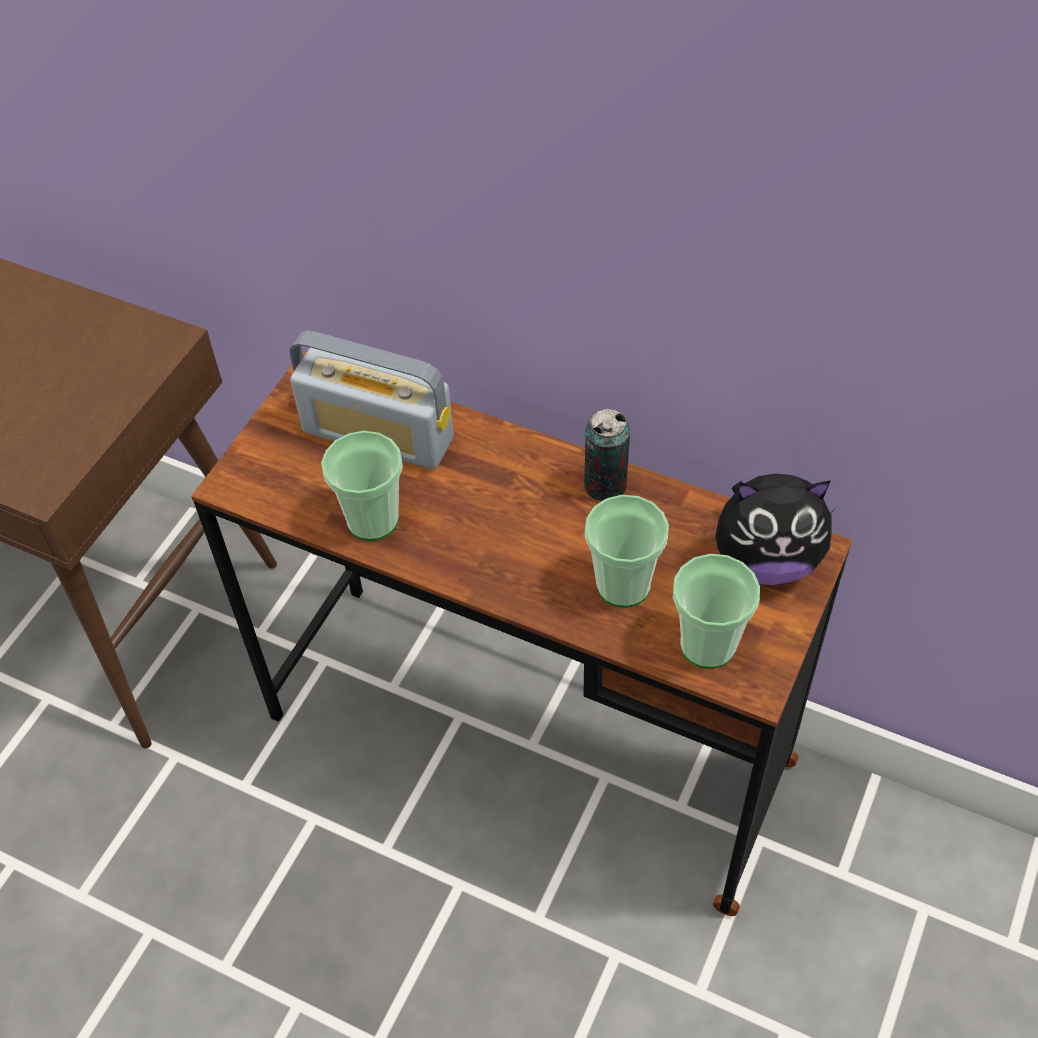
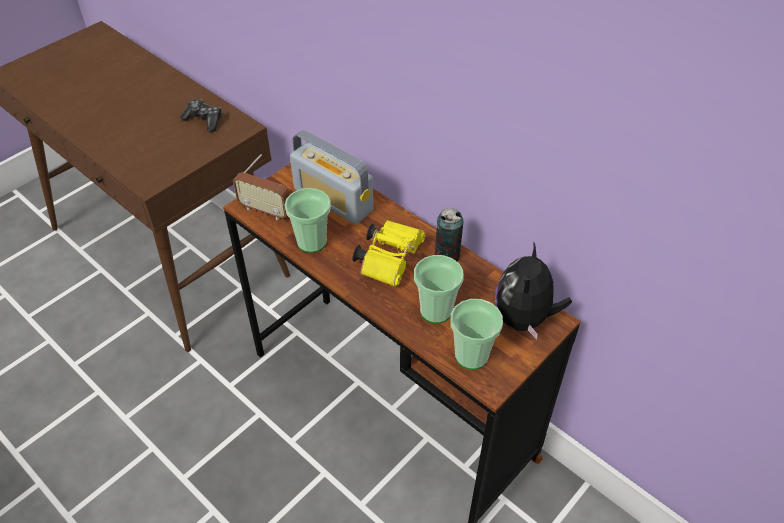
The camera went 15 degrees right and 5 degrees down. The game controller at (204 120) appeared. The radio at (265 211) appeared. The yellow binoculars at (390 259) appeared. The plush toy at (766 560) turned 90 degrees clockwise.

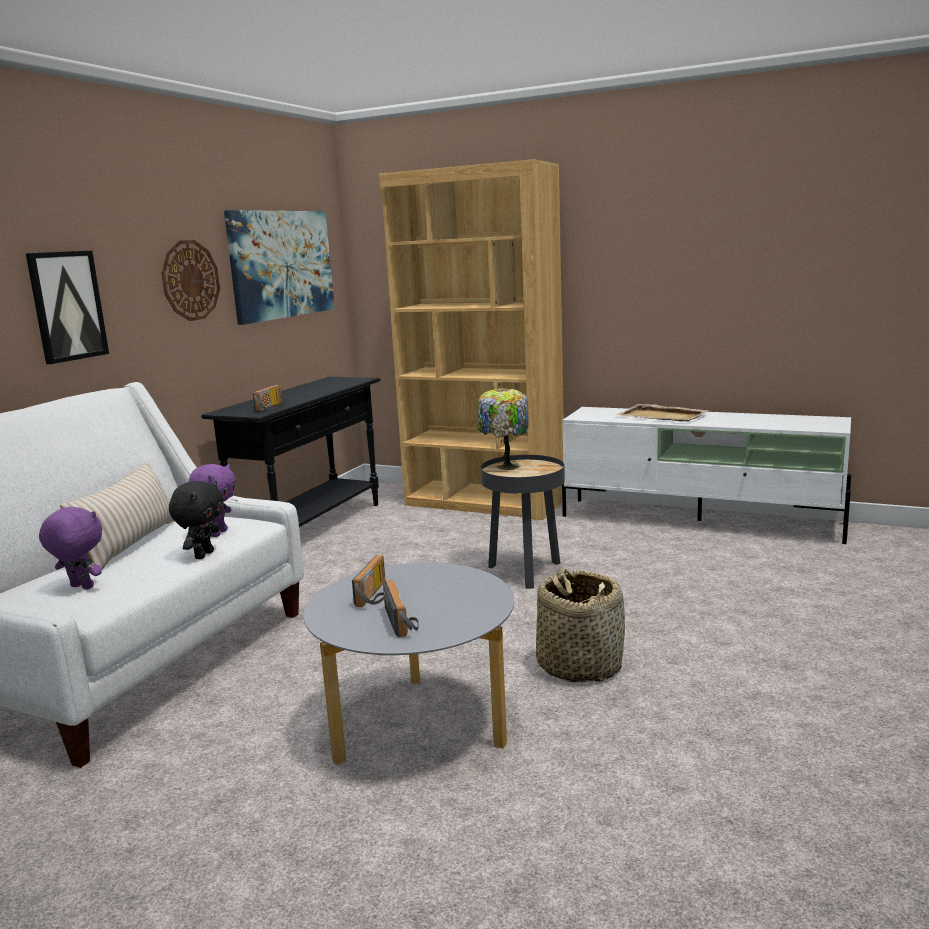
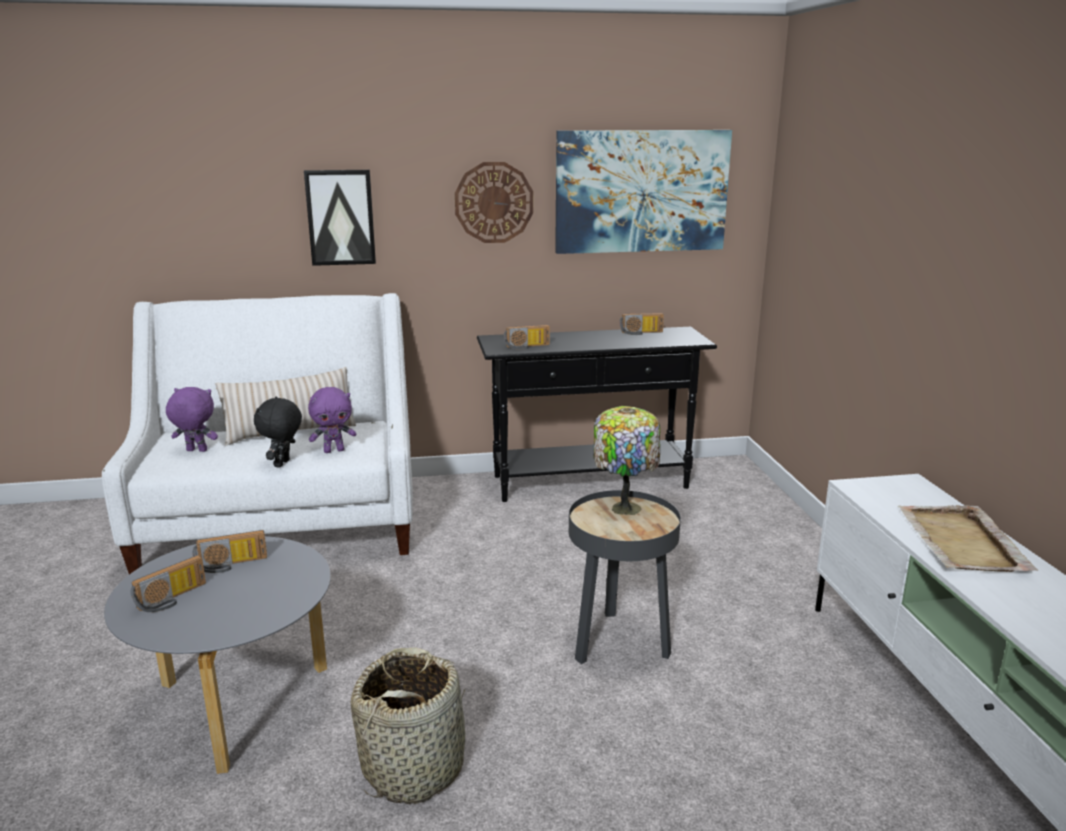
The camera went 55 degrees right and 5 degrees up. The brown bookcase at (484 502) disappeared. The radio at (641 333) appeared. The purple plush toy at (80 587) turned 75 degrees counterclockwise. The black plush toy at (203 555) turned 120 degrees clockwise.

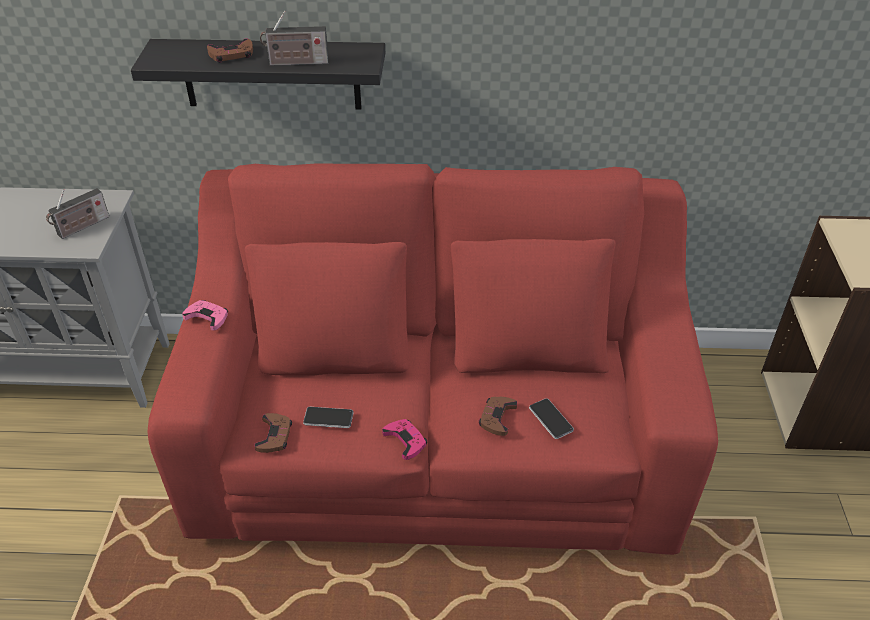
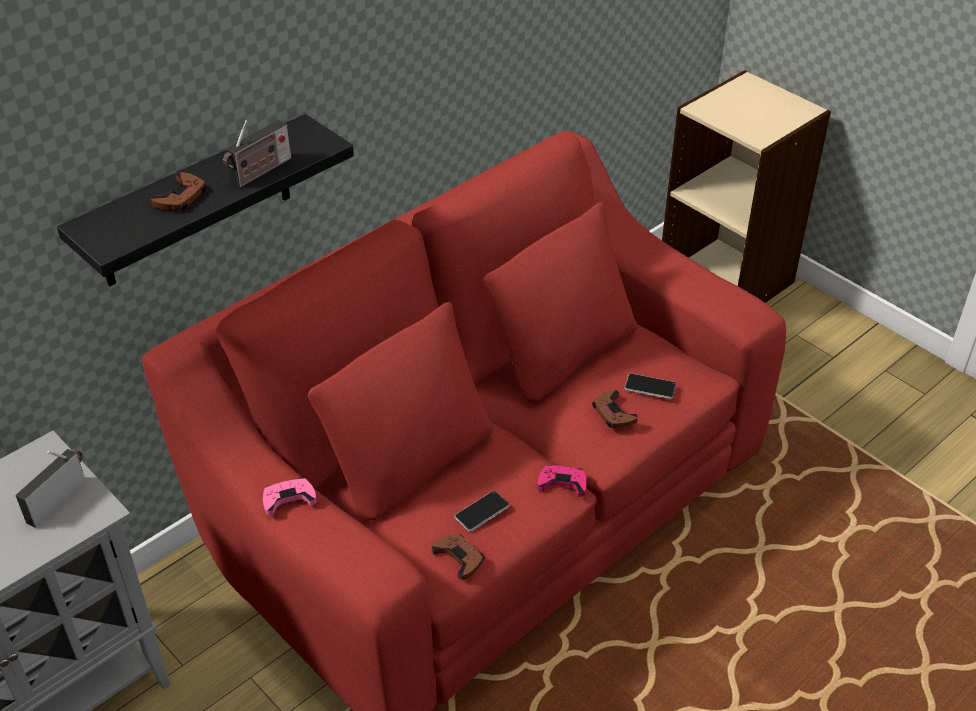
The camera went 45 degrees left and 0 degrees up. The radio at (81 227) turned 150 degrees counterclockwise.

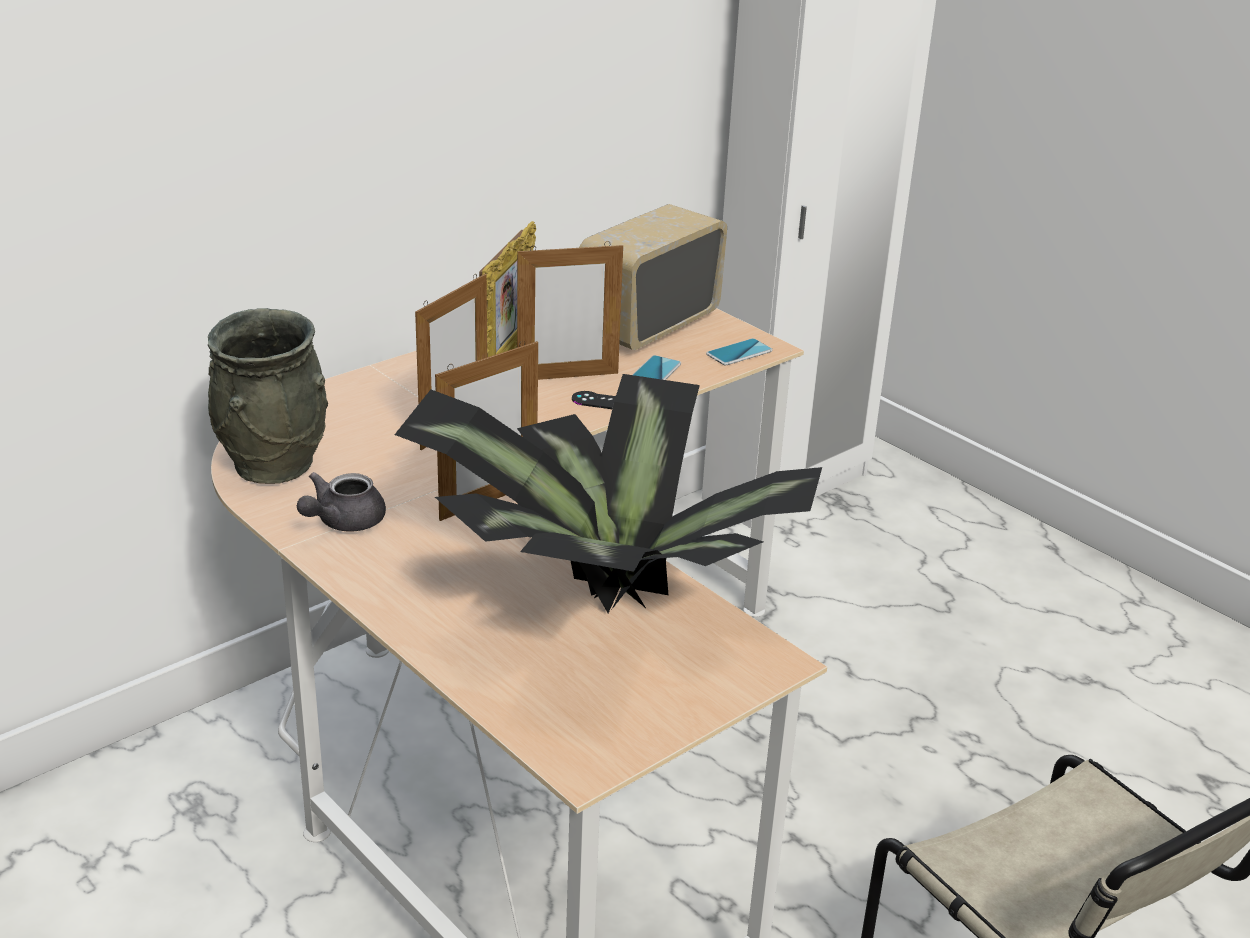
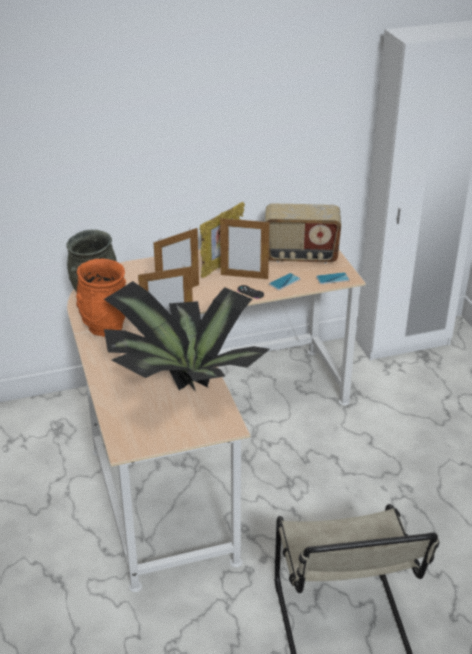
The camera went 25 degrees right and 5 degrees up. The grey teapot at (342 522) was replaced by the orange vase at (104 327). The radio at (648 325) turned 150 degrees counterclockwise.

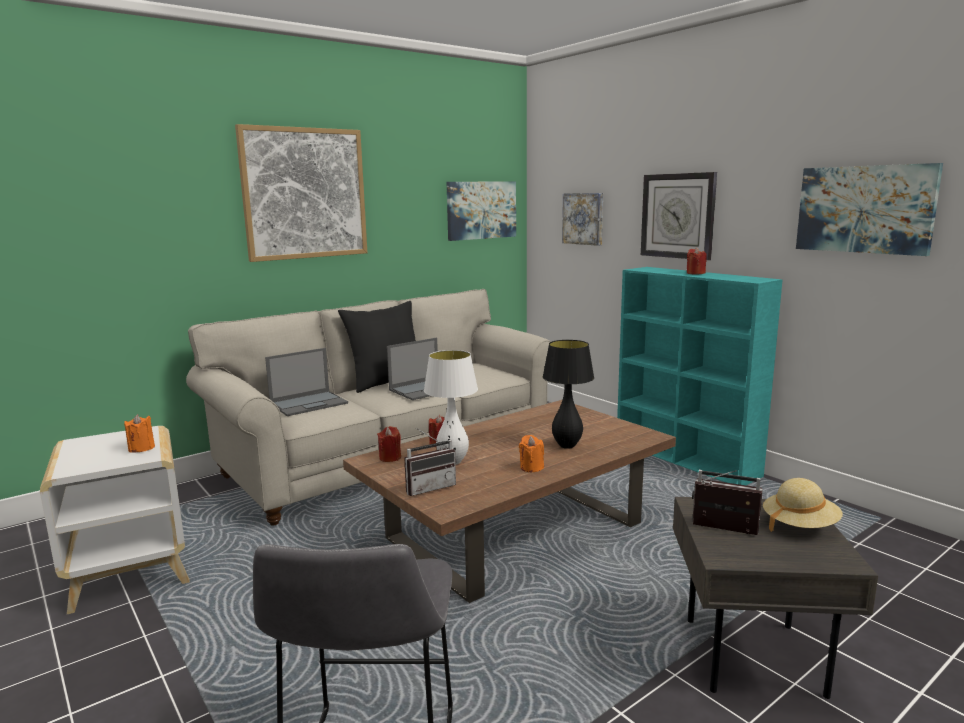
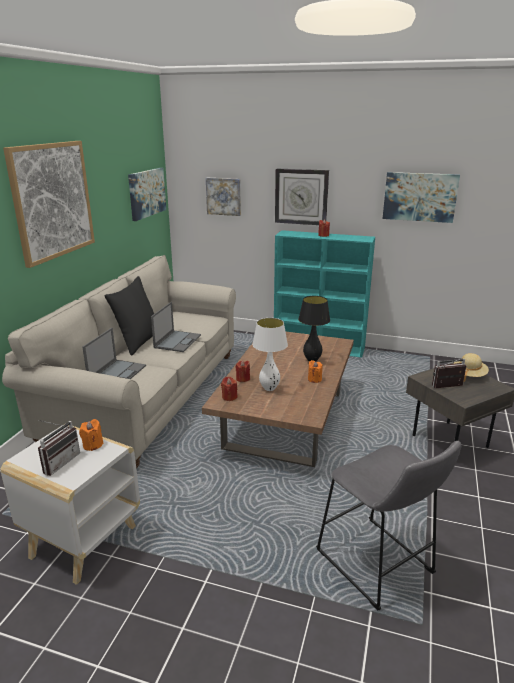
The camera went 35 degrees left and 10 degrees up. The radio moved from (429 487) to (59 462).

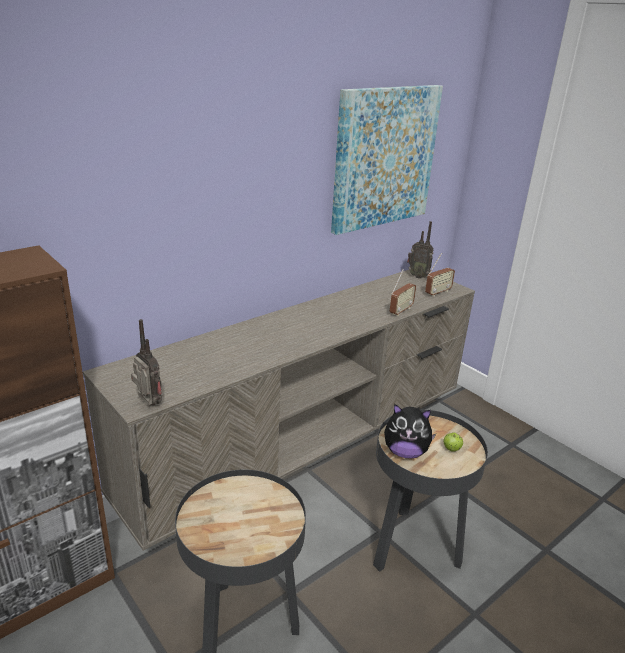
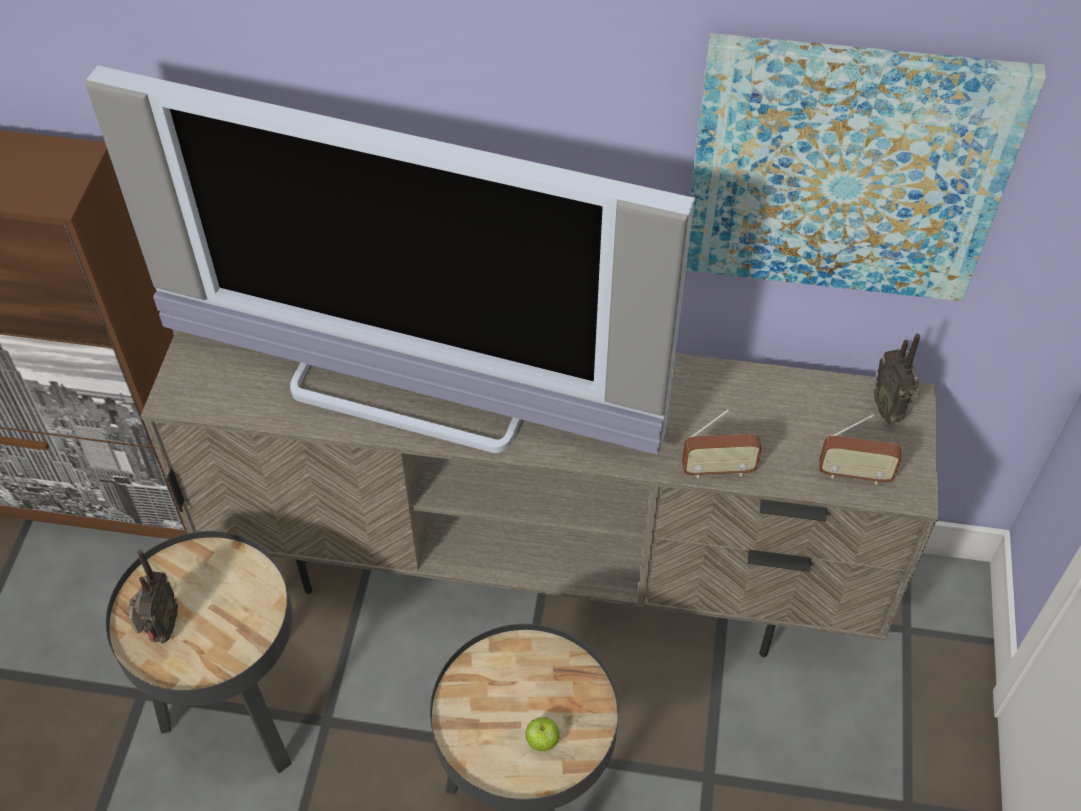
The camera went 50 degrees right and 25 degrees up. The plush toy at (405 452) disappeared. The television at (413 390) appeared. The radio moved from (148 405) to (161 630).

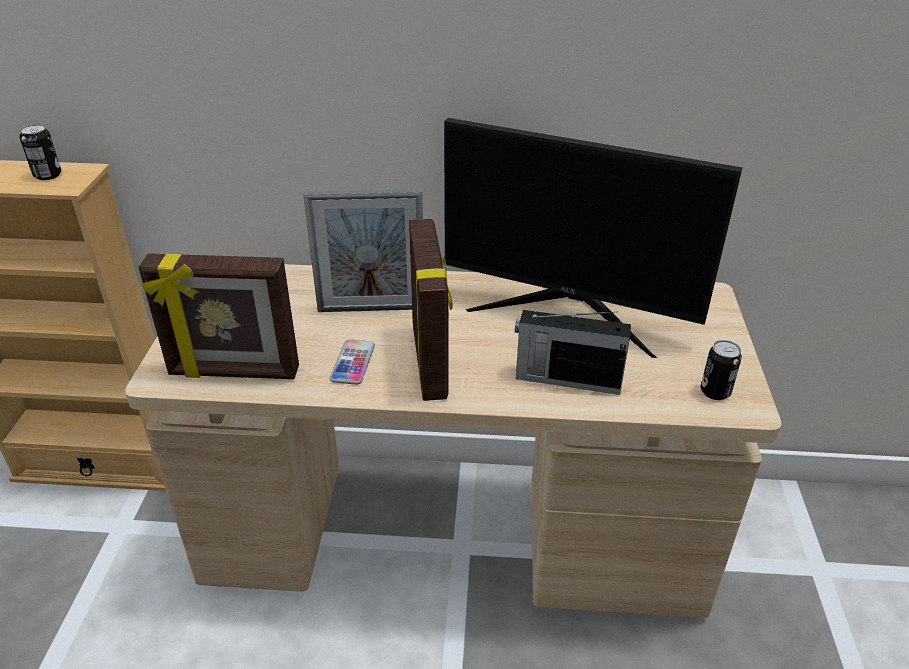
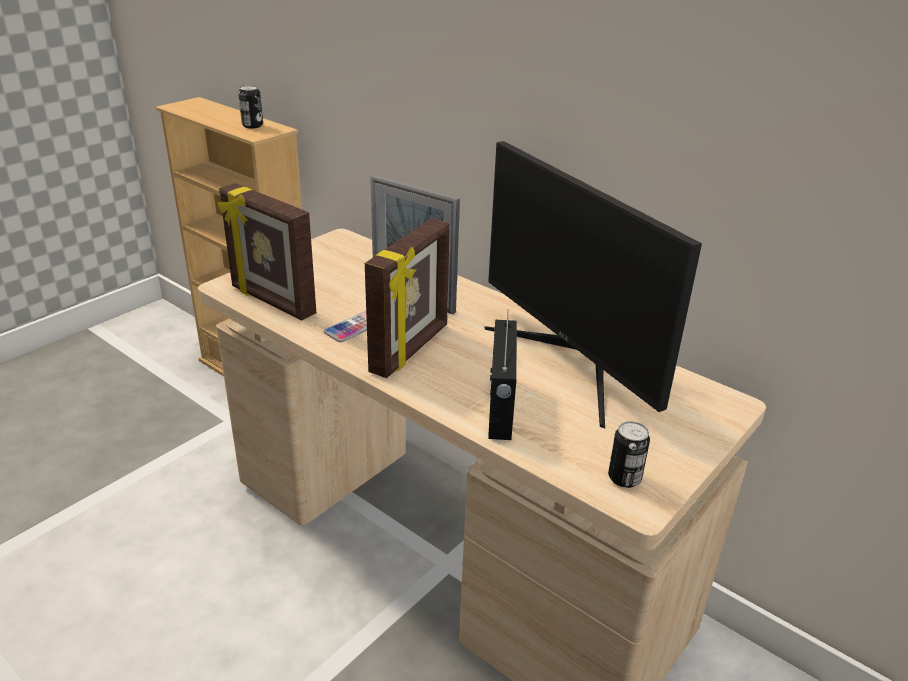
The camera went 35 degrees right and 5 degrees down. The radio at (566 379) turned 135 degrees counterclockwise.

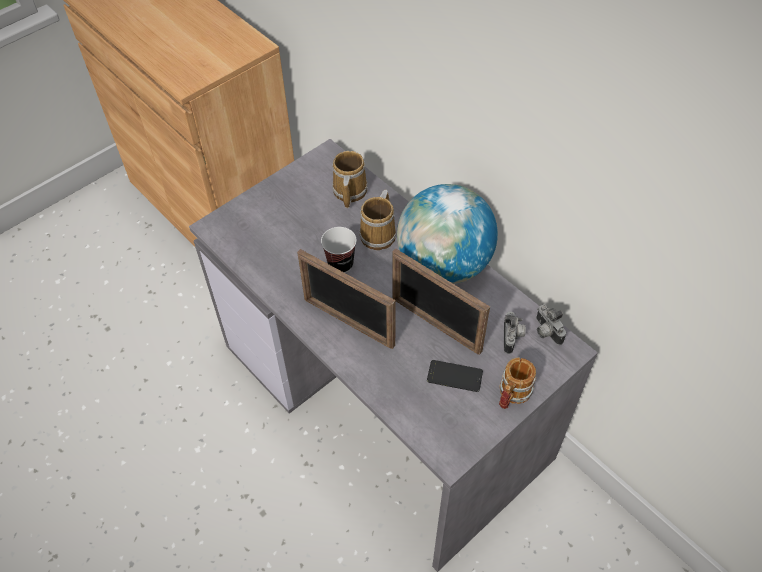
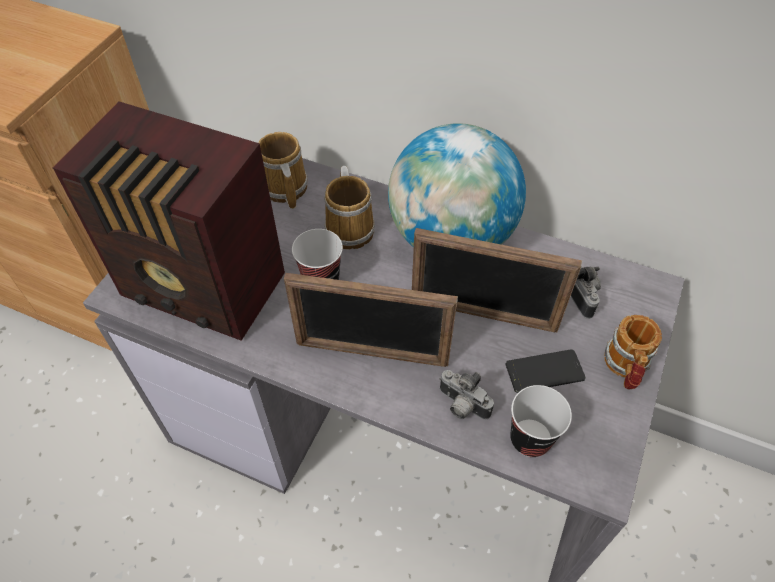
The camera went 25 degrees left and 0 degrees up. The radio at (205 289) appeared. The cup at (530 439) appeared. The photo camera moved from (545 332) to (461 406).

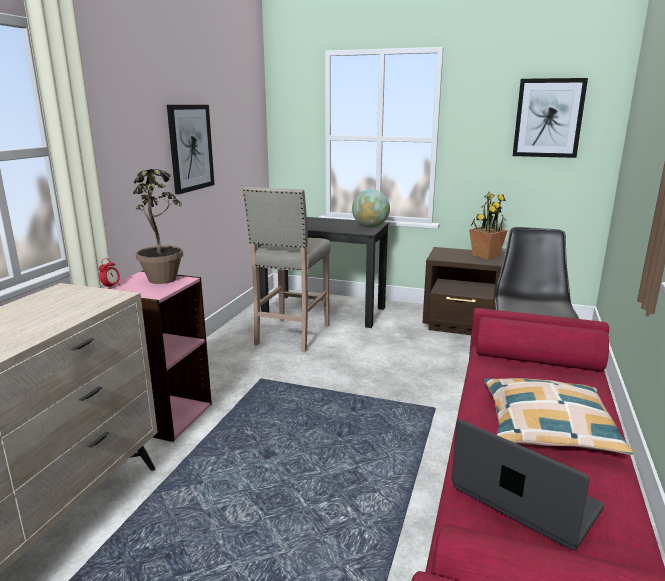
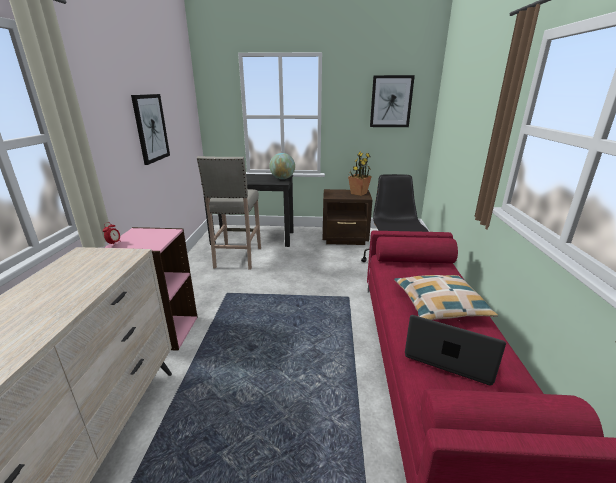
The camera went 15 degrees left and 5 degrees up. The potted plant at (163 283) disappeared.

